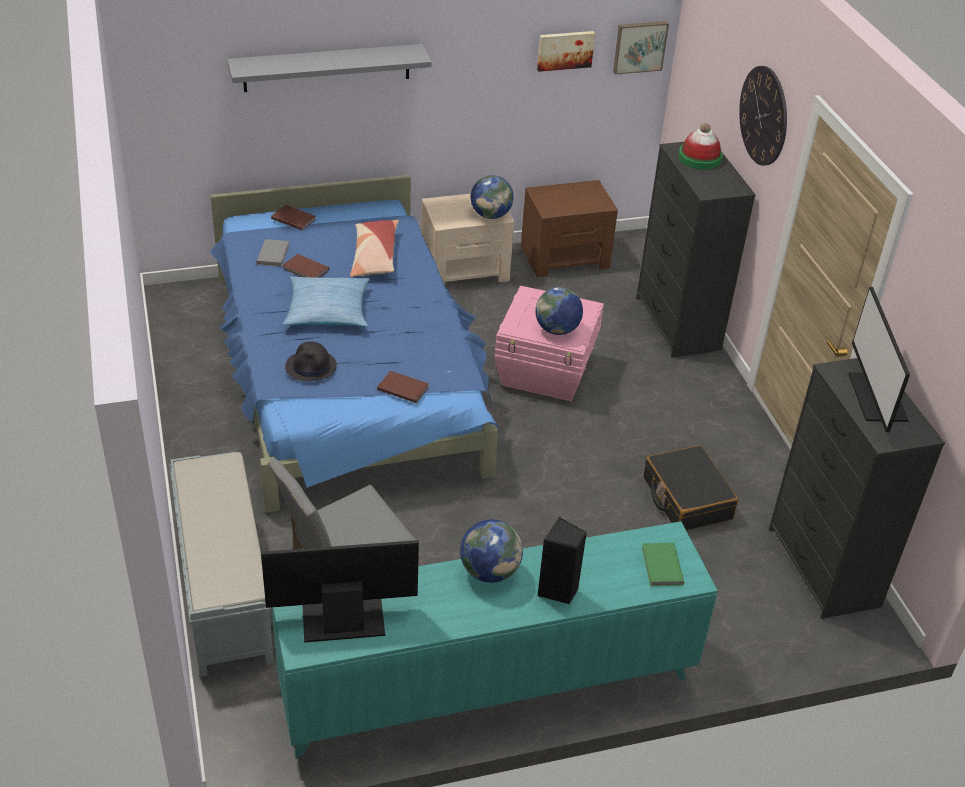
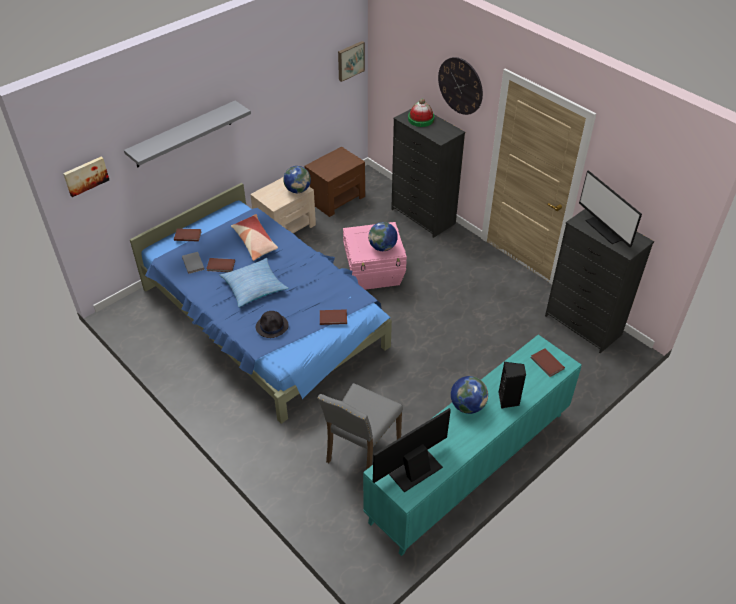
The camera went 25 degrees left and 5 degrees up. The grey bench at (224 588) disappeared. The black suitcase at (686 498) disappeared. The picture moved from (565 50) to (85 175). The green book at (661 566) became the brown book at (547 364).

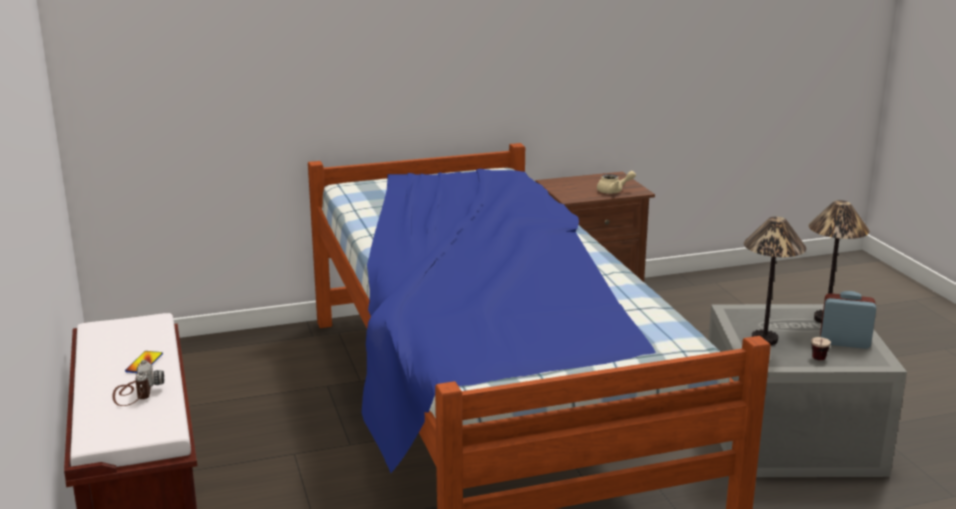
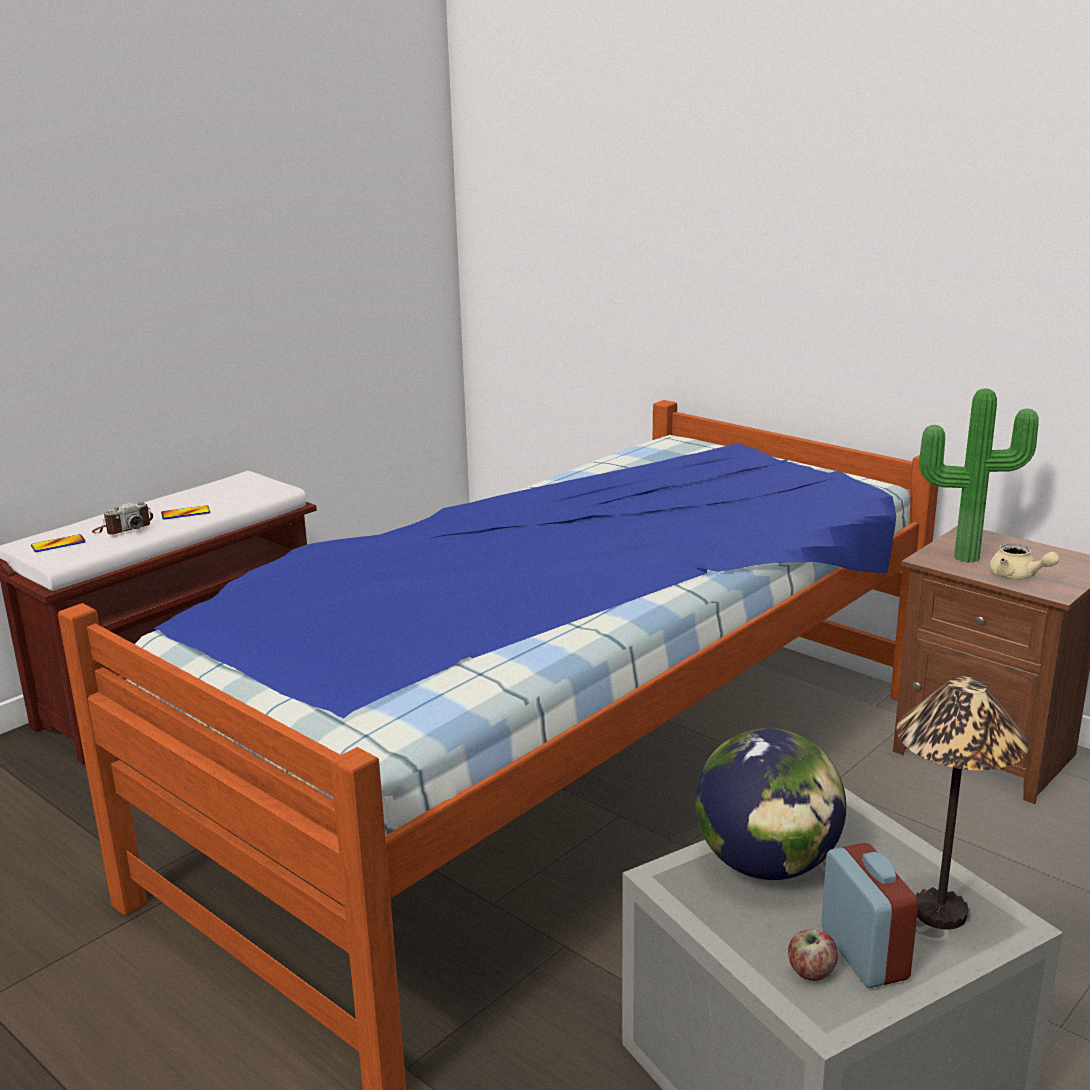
The camera went 60 degrees right and 0 degrees up. The cup at (818 361) disappeared. The phone at (58 544) appeared. The apple at (810 972) appeared. The potted plant at (965 556) appeared. The table lamp at (765 339) was replaced by the globe at (767 865).

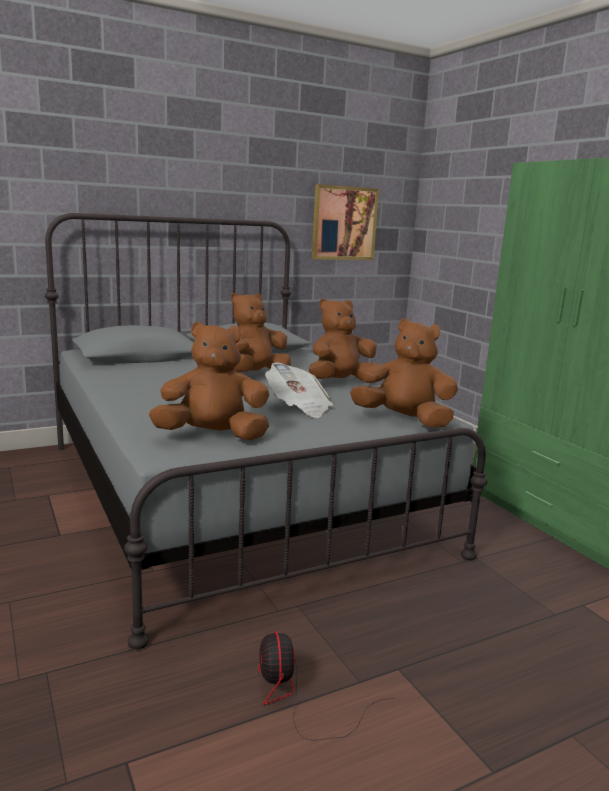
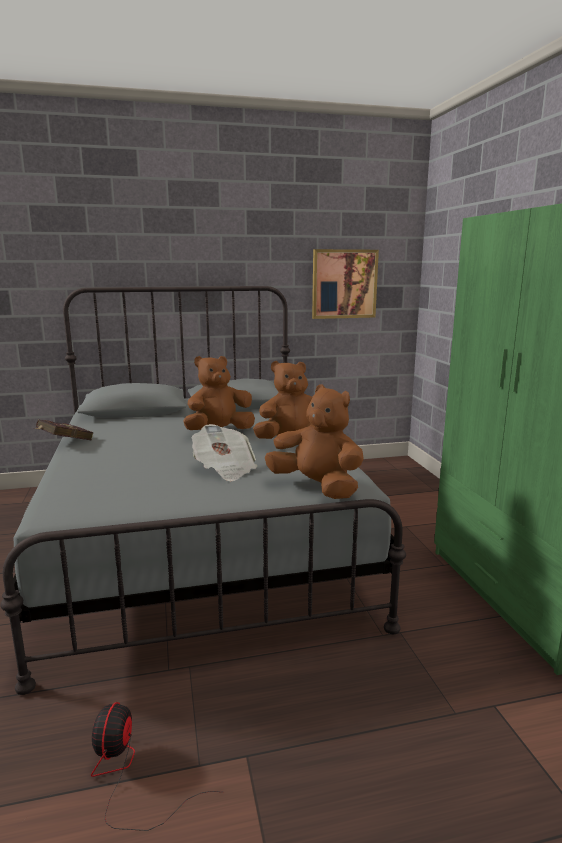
The camera went 15 degrees right and 0 degrees up. The brown plush toy at (213 436) disappeared. The red book at (64 442) appeared.

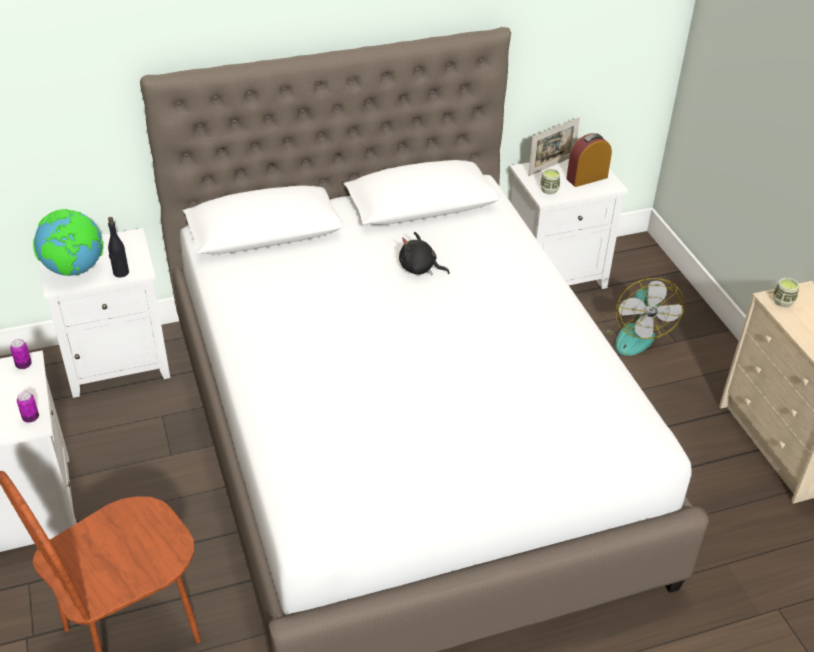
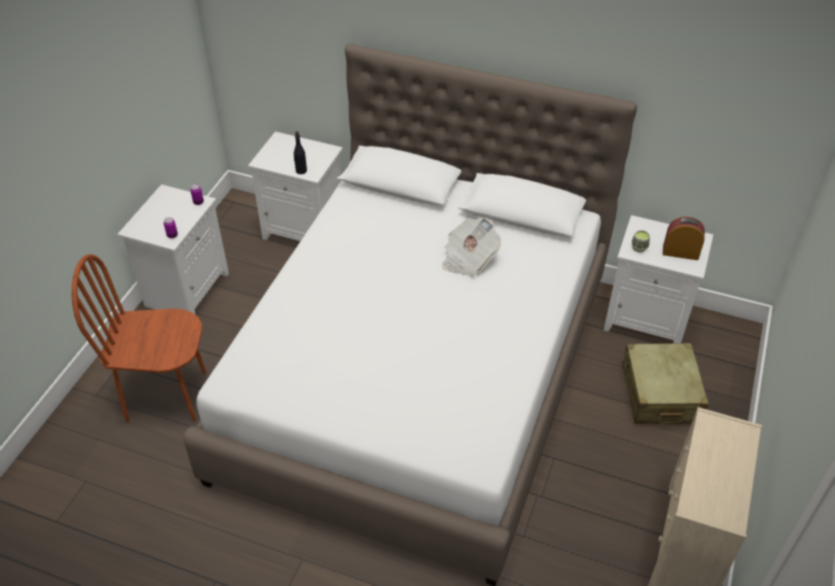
The camera went 40 degrees right and 5 degrees up. The globe at (75 270) disappeared. The picture frame at (551 166) disappeared. The cup at (783 301) disappeared. The black plush toy at (420 269) was replaced by the newspaper at (468 258). The fan at (631 333) was replaced by the beige suitcase at (660 394).

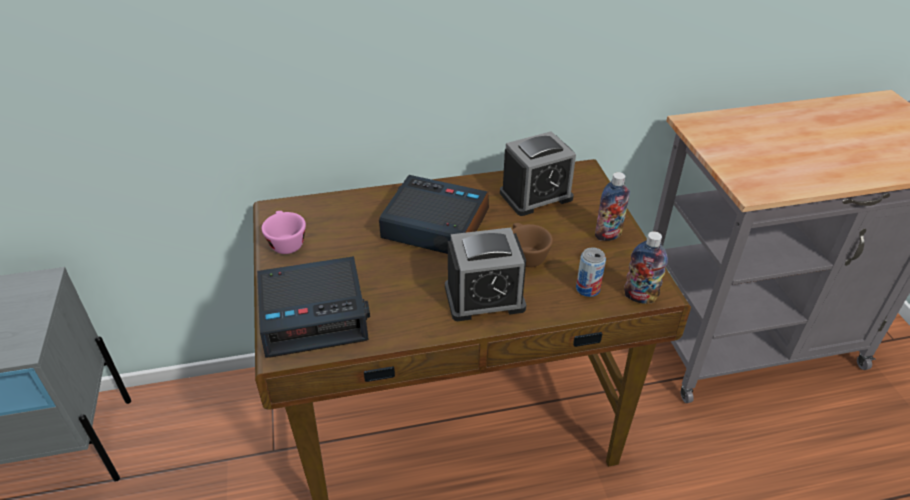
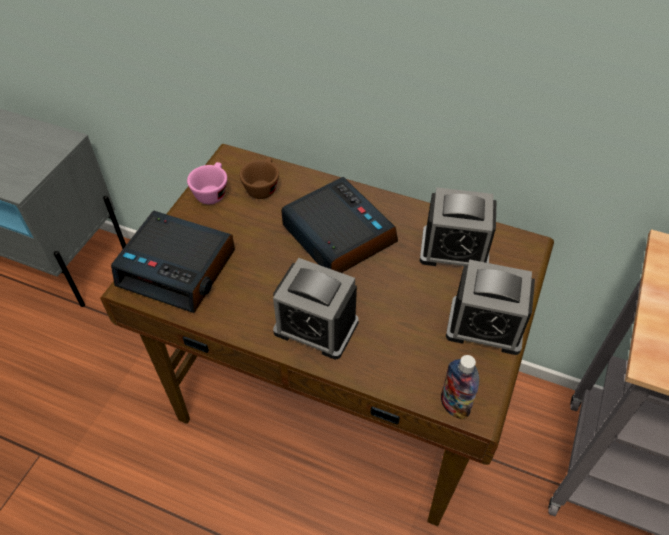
The camera went 35 degrees right and 10 degrees up. The can at (587 289) disappeared. The brown cup moved from (525 255) to (262 187). The bottle at (608 235) was replaced by the alarm clock at (485 326).

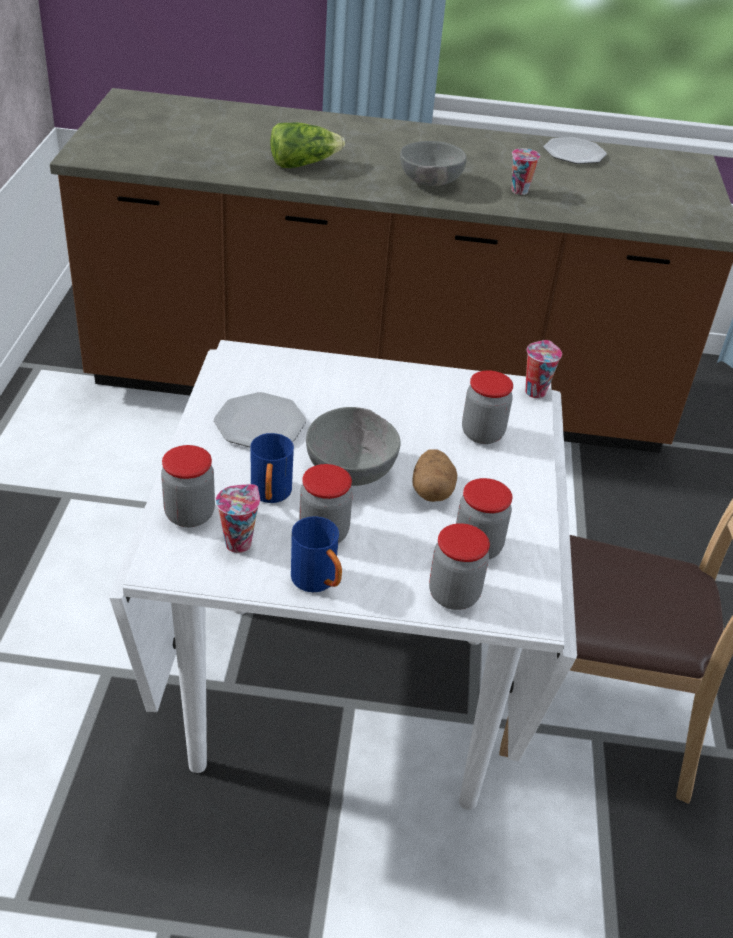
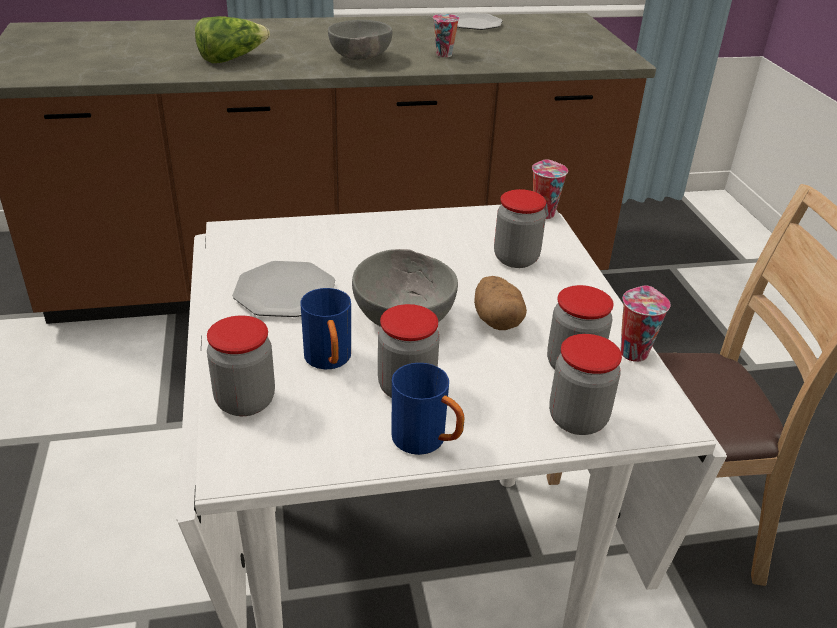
The camera went 15 degrees left and 5 degrees down. The cup moved from (239 542) to (633 351).

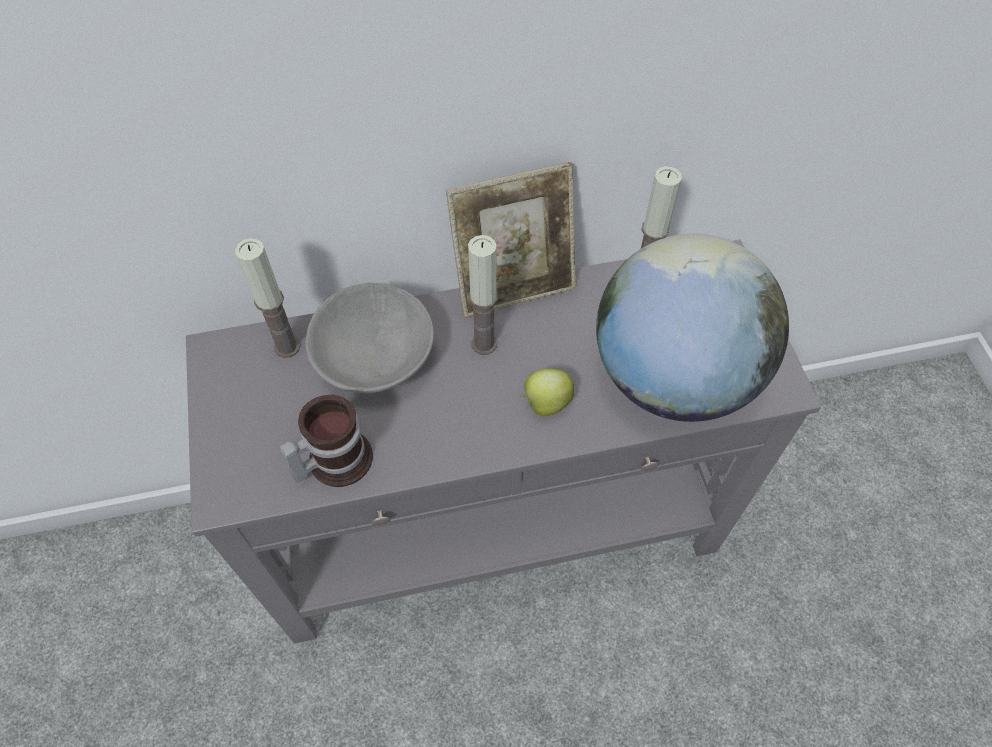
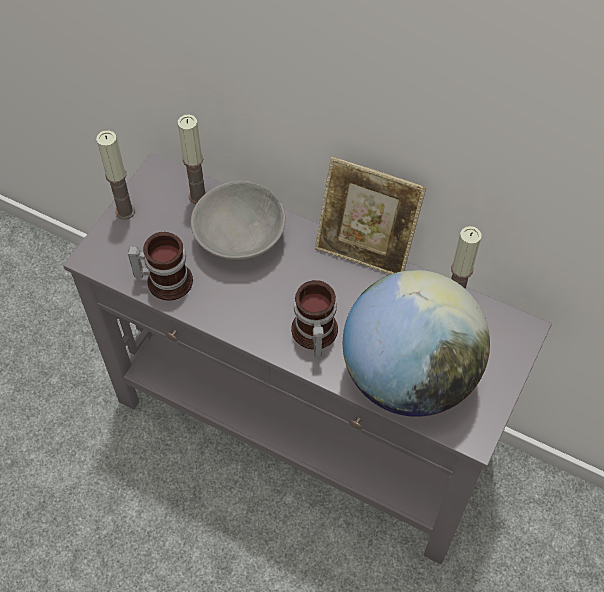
The camera went 40 degrees right and 0 degrees up. The candle moved from (484 343) to (125 211). The apple at (545 403) was replaced by the mug at (312 334).

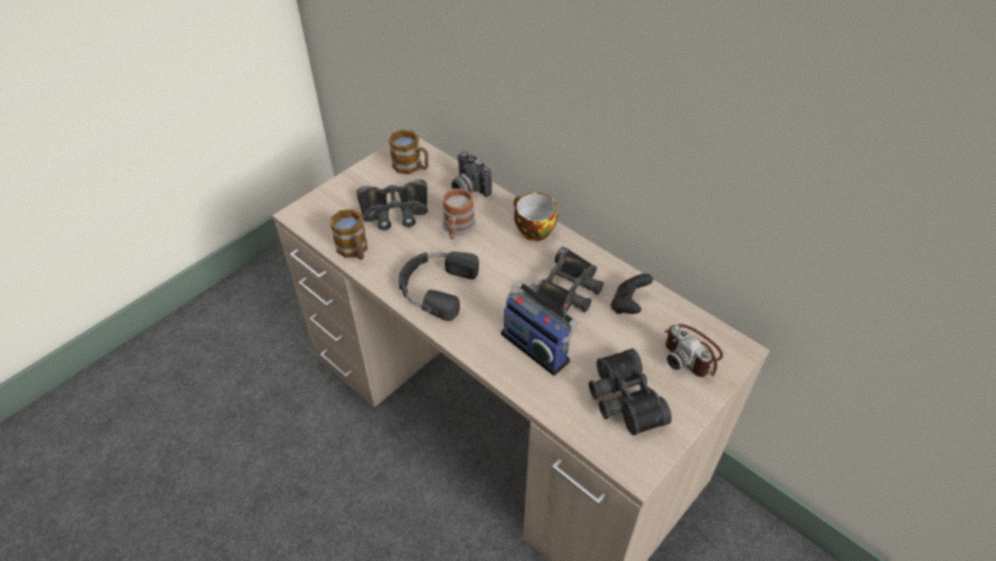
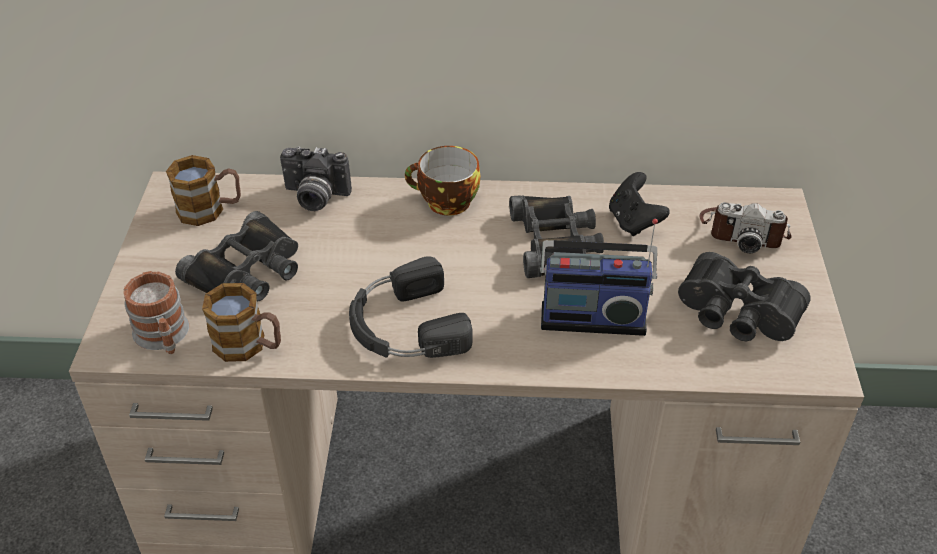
The camera went 40 degrees left and 5 degrees down. The mug moved from (457 229) to (164 337).

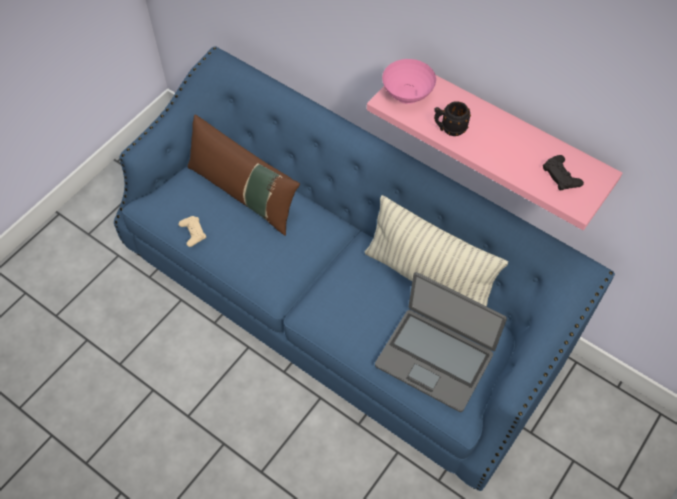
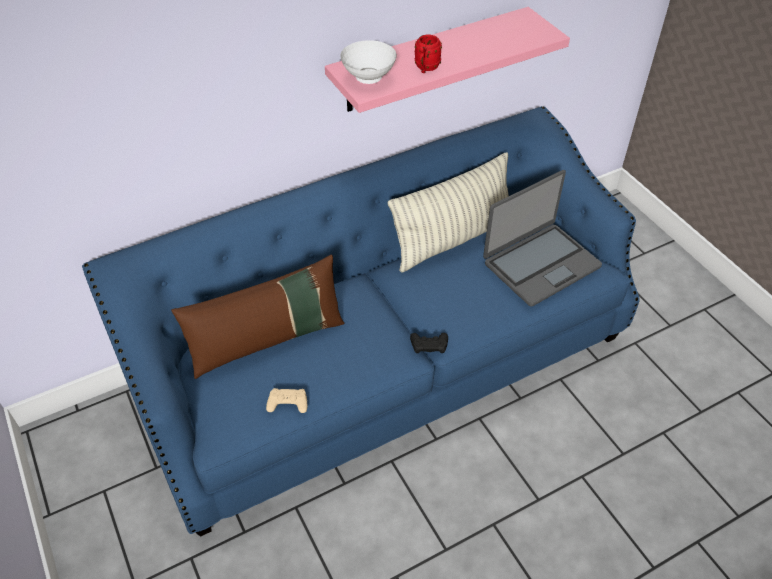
The camera went 65 degrees left and 10 degrees down. The black game controller moved from (561 176) to (429 344). The pink bowl at (408 96) became the white bowl at (369 78). The black mug at (449 129) became the red mug at (425 68).

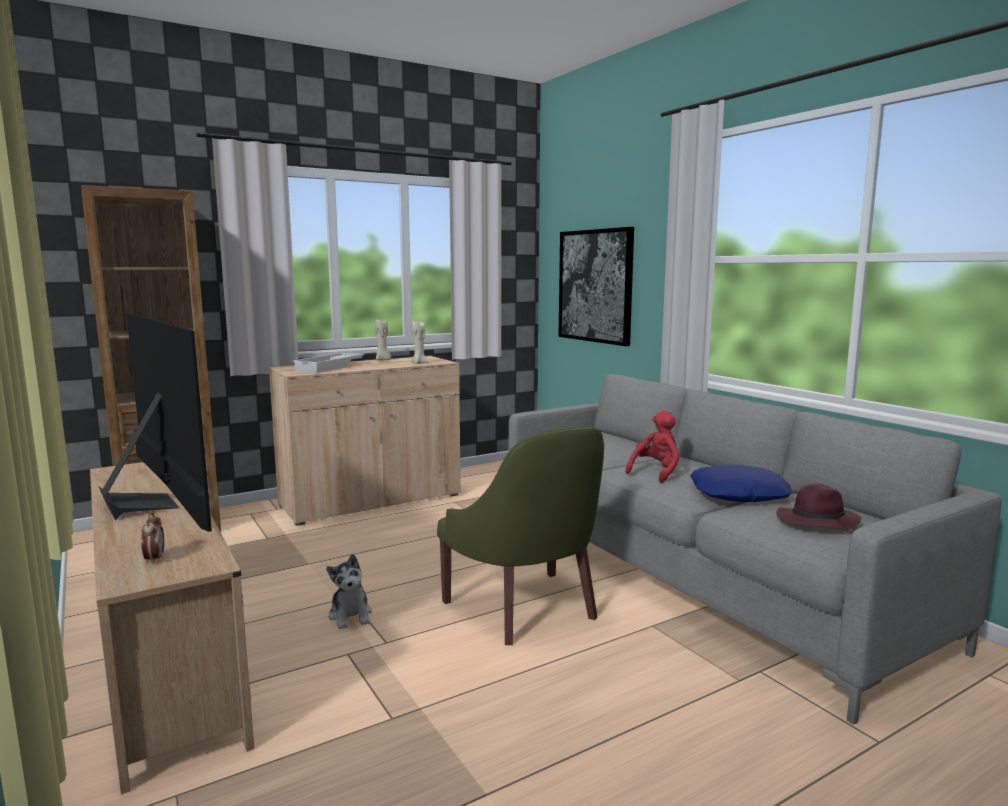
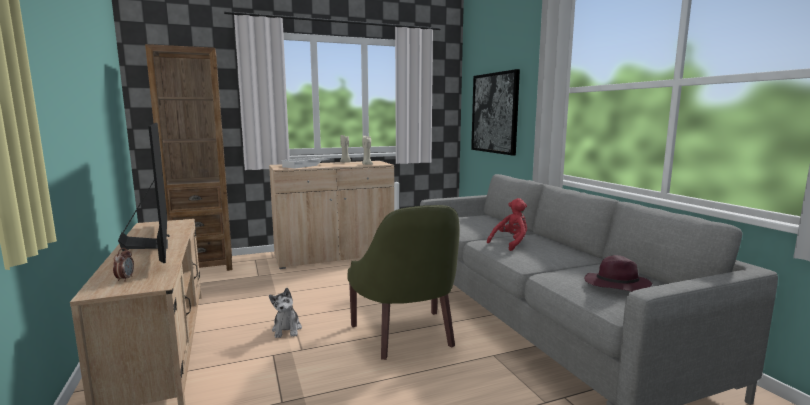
The camera went 10 degrees right and 0 degrees up. The blue pillow at (738 494) disappeared.

